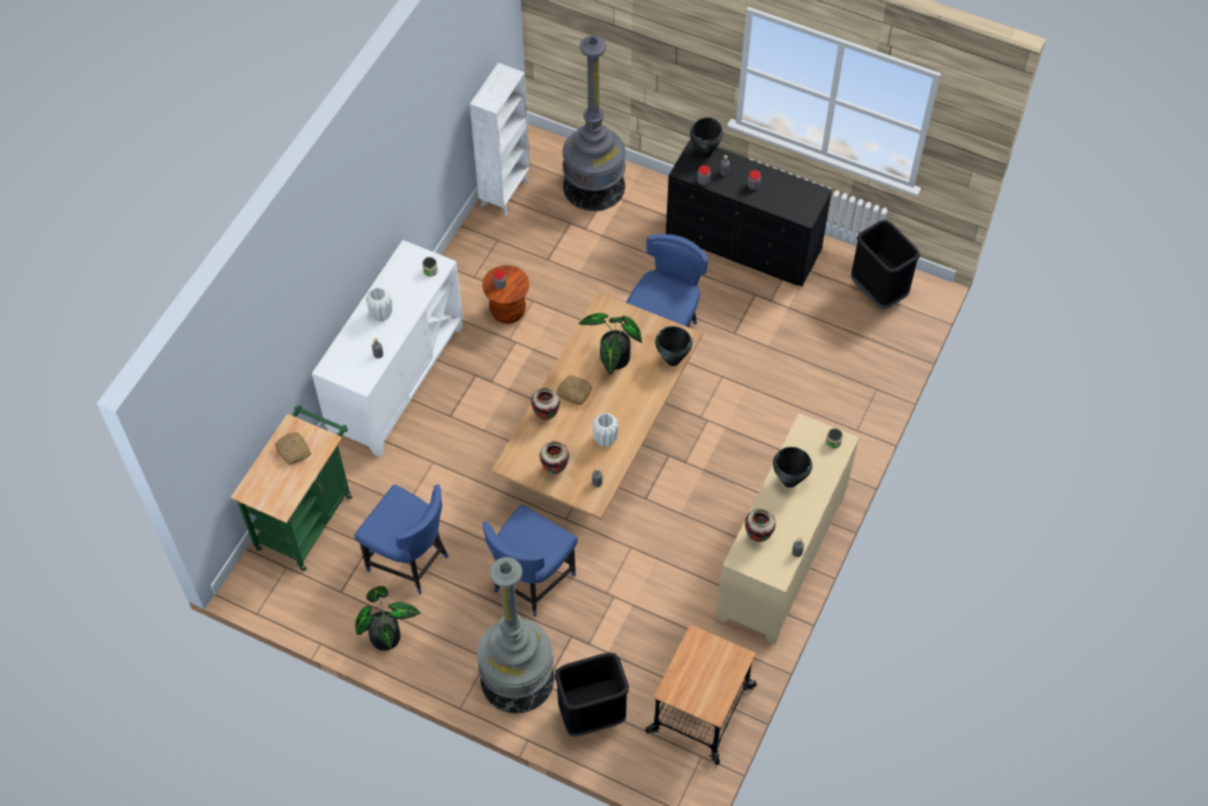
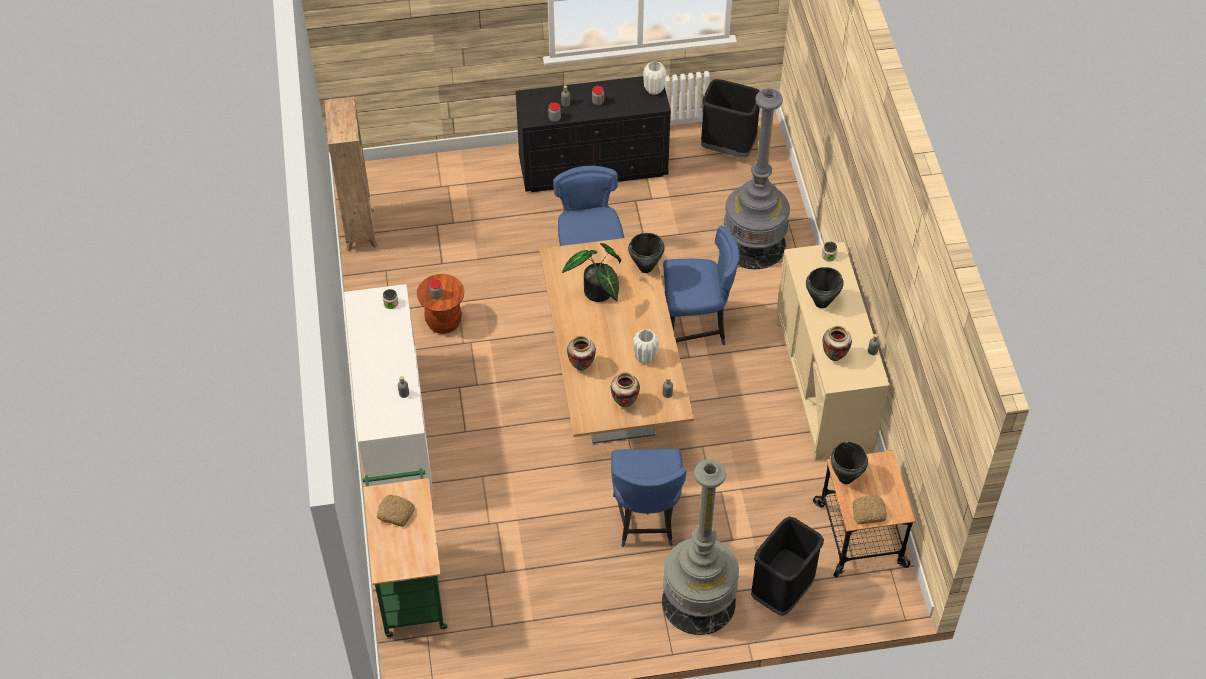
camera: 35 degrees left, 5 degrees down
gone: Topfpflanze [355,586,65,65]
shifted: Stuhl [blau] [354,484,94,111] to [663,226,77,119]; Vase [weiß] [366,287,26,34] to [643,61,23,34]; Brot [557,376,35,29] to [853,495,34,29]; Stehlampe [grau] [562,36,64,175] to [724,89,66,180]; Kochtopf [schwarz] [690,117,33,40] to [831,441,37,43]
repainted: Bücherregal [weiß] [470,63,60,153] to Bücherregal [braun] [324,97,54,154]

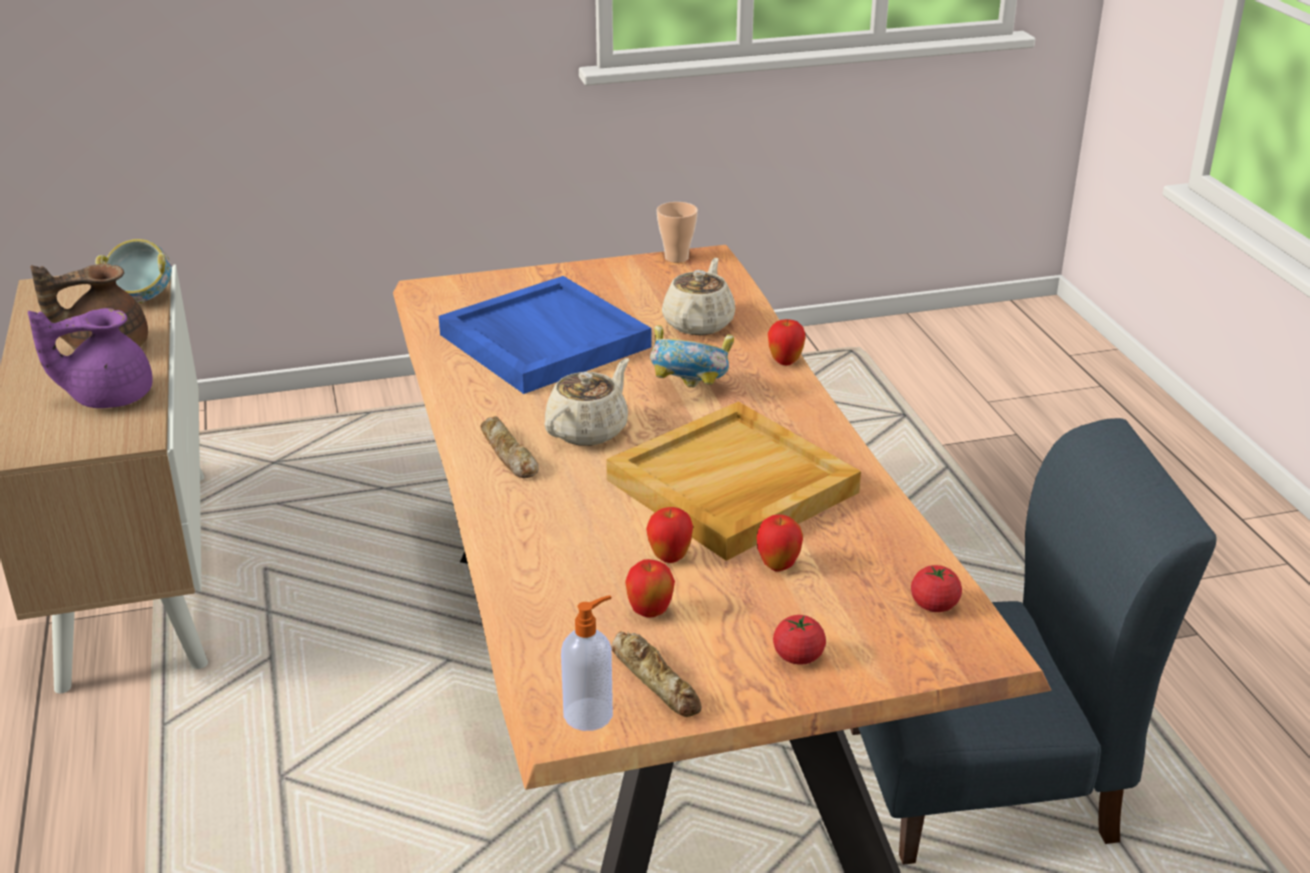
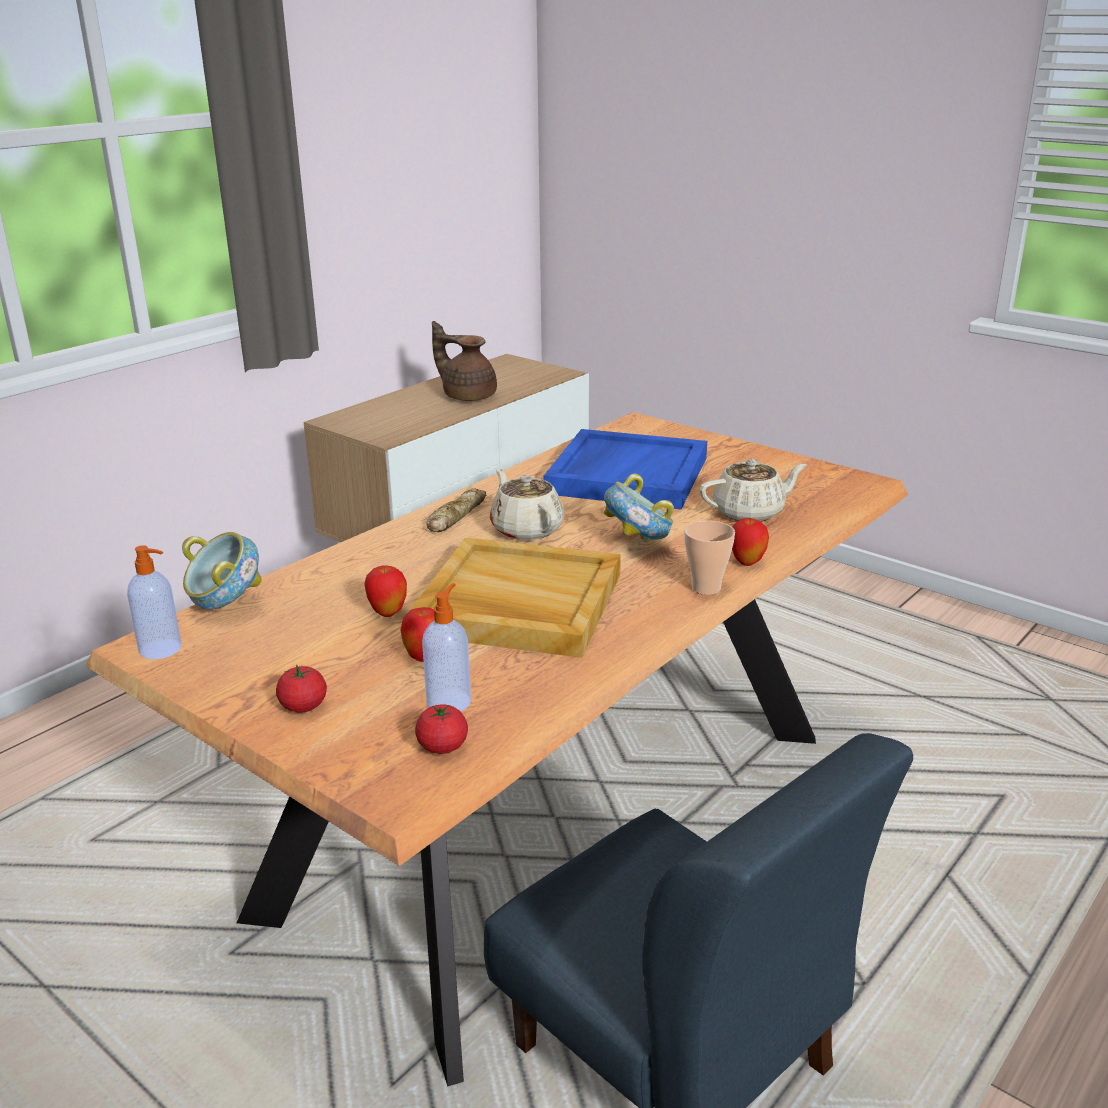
camera: 55 degrees right, 5 degrees down
gone: Teekanne [lila] [28,308,125,100]; Brot [611,631,91,86]; Apfel [625,559,50,58]
new: Seifenspender [422,583,49,129]
shifted: Schüssel [95,239,77,64] to [182,532,80,78]; Tasse [657,202,41,61] to [684,520,51,75]
rotated: Teekanne [beige] [544,358,85,88] = [490,467,74,73] 120 degrees counterclockwise

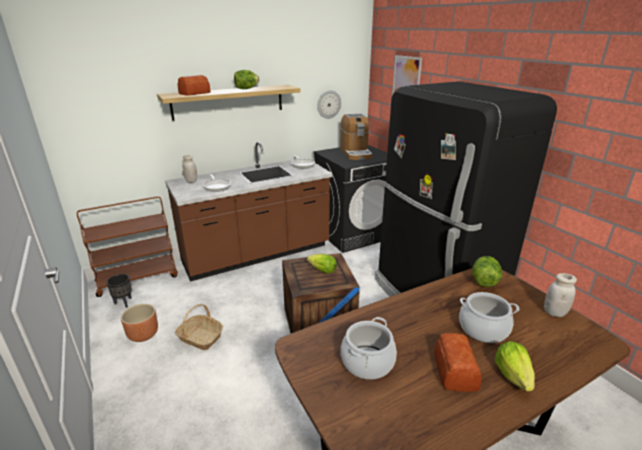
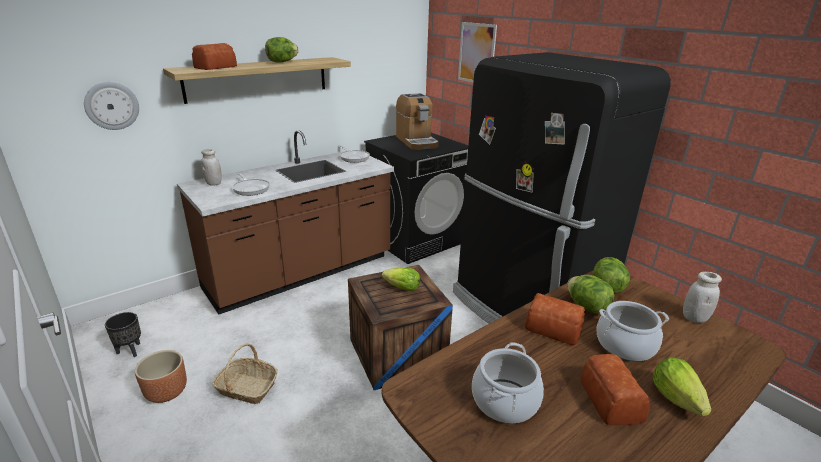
camera: 10 degrees left, 0 degrees up
gone: Rollwagen [braun] [77,196,101,101]
new: Brot [524,293,61,52]; Salatkopf [567,275,48,39]
shifted: Wanduhr [317,90,24,29] to [84,82,55,48]

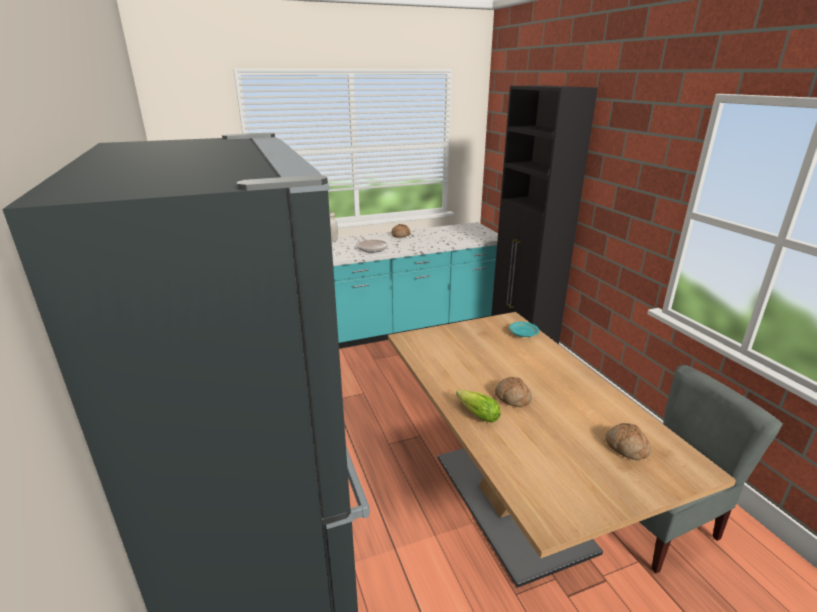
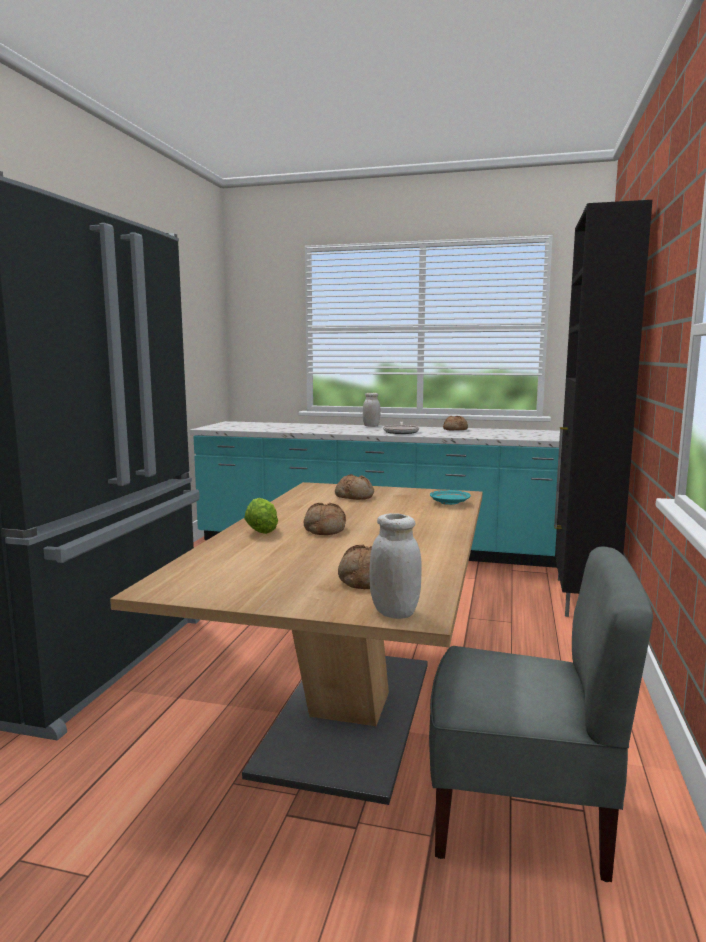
camera: 35 degrees right, 15 degrees down
new: Brot [335,474,39,26]; Vorratsglas [weiß] [370,513,52,106]

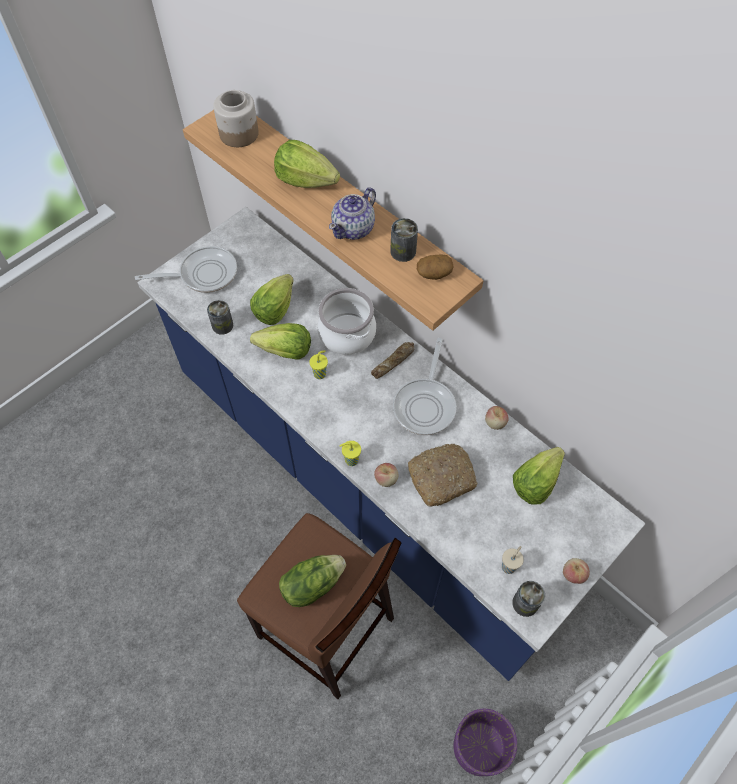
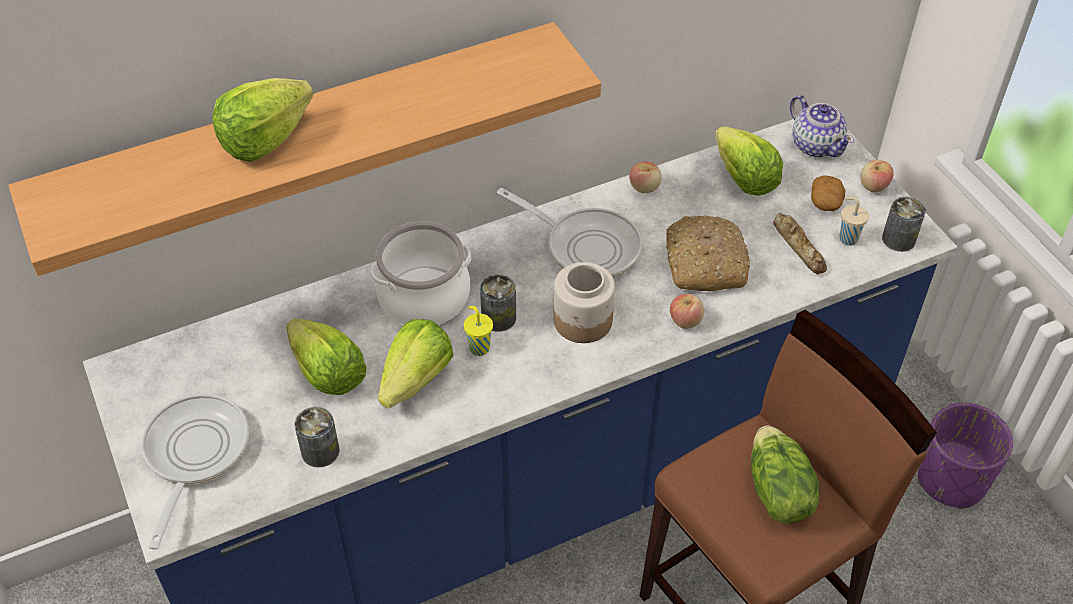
camera: 70 degrees left, 10 degrees down
gone: Tasse [gelb] [339,441,22,25]
shifted: Vorratsglas [213,90,46,57] to [553,262,62,81]; Teekanne [329,187,47,53] to [790,95,64,63]; Brot [371,342,43,37] to [773,213,54,61]; Dose [390,218,28,44] to [480,274,36,58]; Kartoffel [417,255,36,25] to [811,175,34,36]

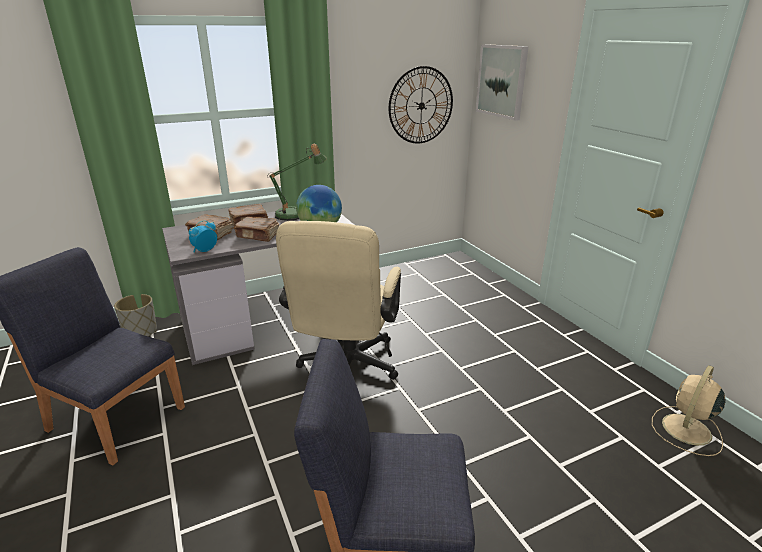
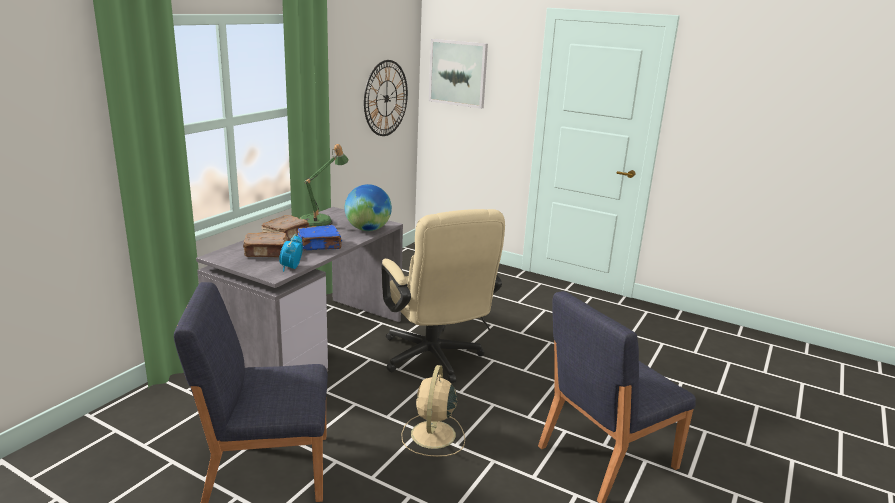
camera: 35 degrees left, 5 degrees down
gone: Pflanzkübel [grau] [114,294,43,42]
shifted: Ventilator [beige] [652,365,74,91] to [401,365,64,92]
repainted: Buch [braun] [233,217,46,25] to Buch [blau] [298,225,44,25]

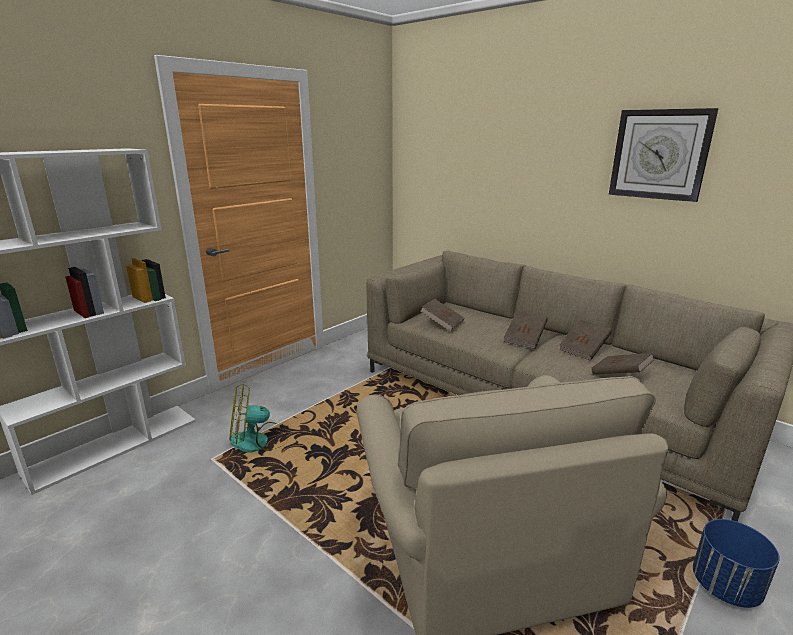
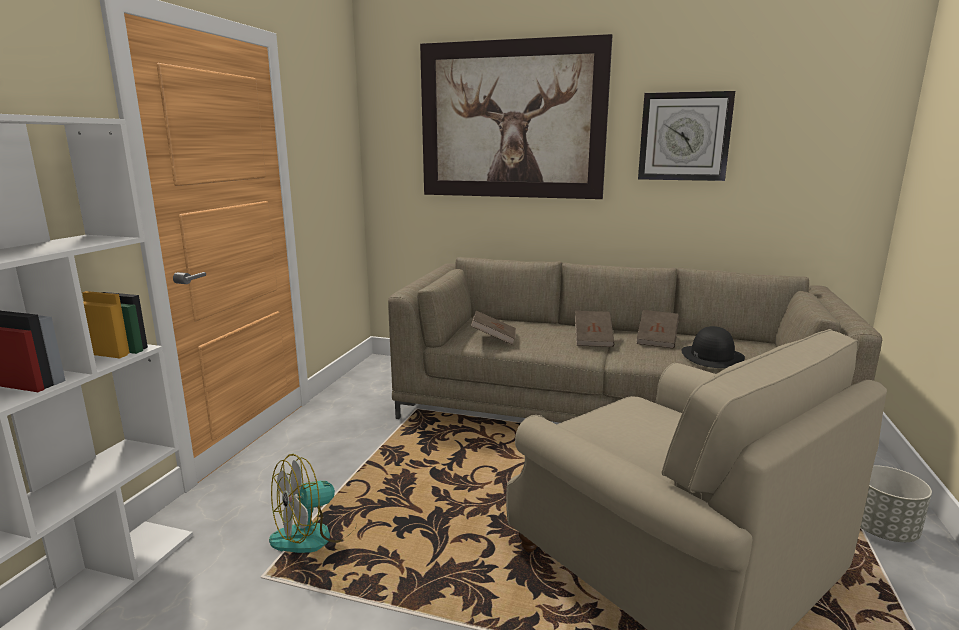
camera: 25 degrees left, 5 degrees down
new: Bild [420,34,193,165]
swapped: Buch [braun] [591,353,64,21] to Hut [schwarz] [681,326,64,42]
repainted: Pflanzkübel [blau] [693,519,87,89] to Pflanzkübel [grau] [860,465,72,77]

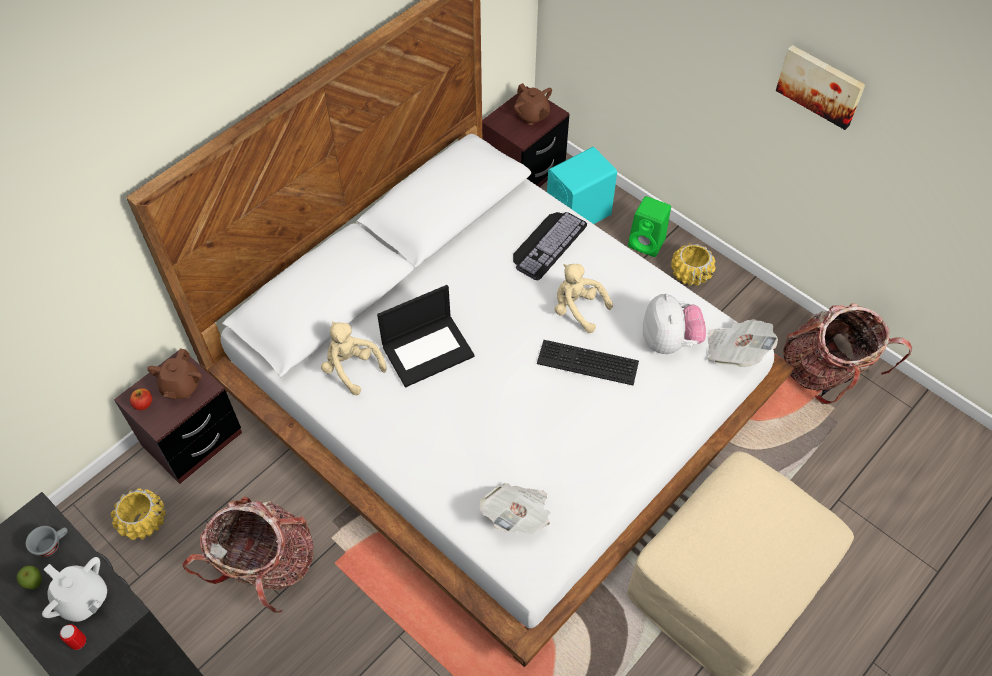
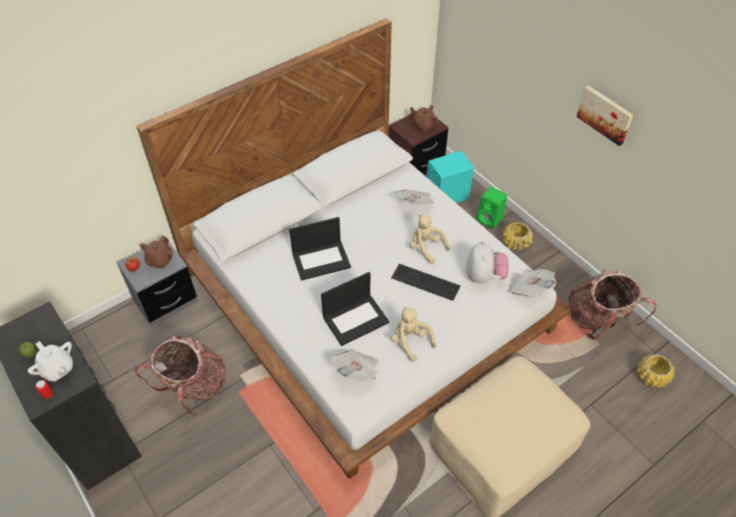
camera: 10 degrees right, 5 degrees down
gone: Tasse [grau] [26,526,42,31]
new: Laptop [321,272,68,74]
shifted: Pflanzkübel [gelb] [111,488,55,52] to [637,353,38,35]; Plüschtier [beige] [321,321,66,74] to [390,306,46,56]
swapped: Tastatur [513,212,74,68] to Zeitung [394,189,39,16]
repainted: Nachttisch [braun] [114,348,128,136] to Nachttisch [grau] [117,242,81,85]
rotated: Teekanne [braun] [514,83,38,42] = [410,105,29,27] 150 degrees clockwise

